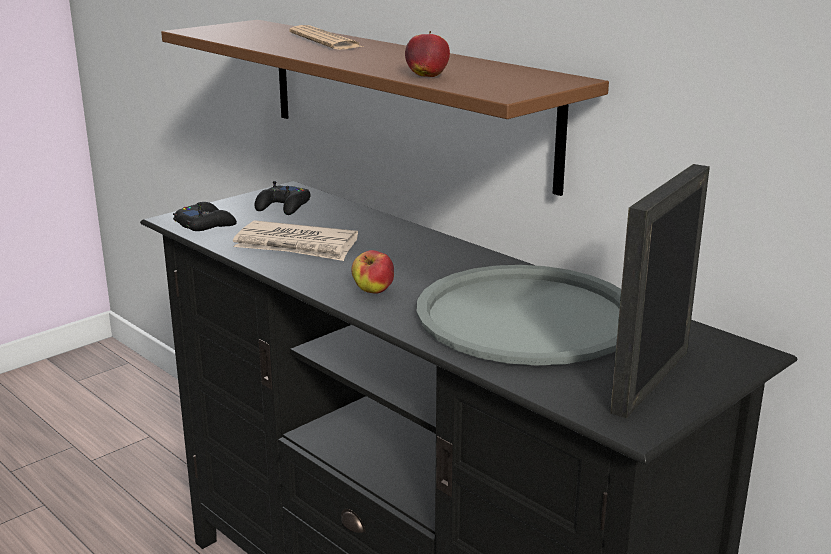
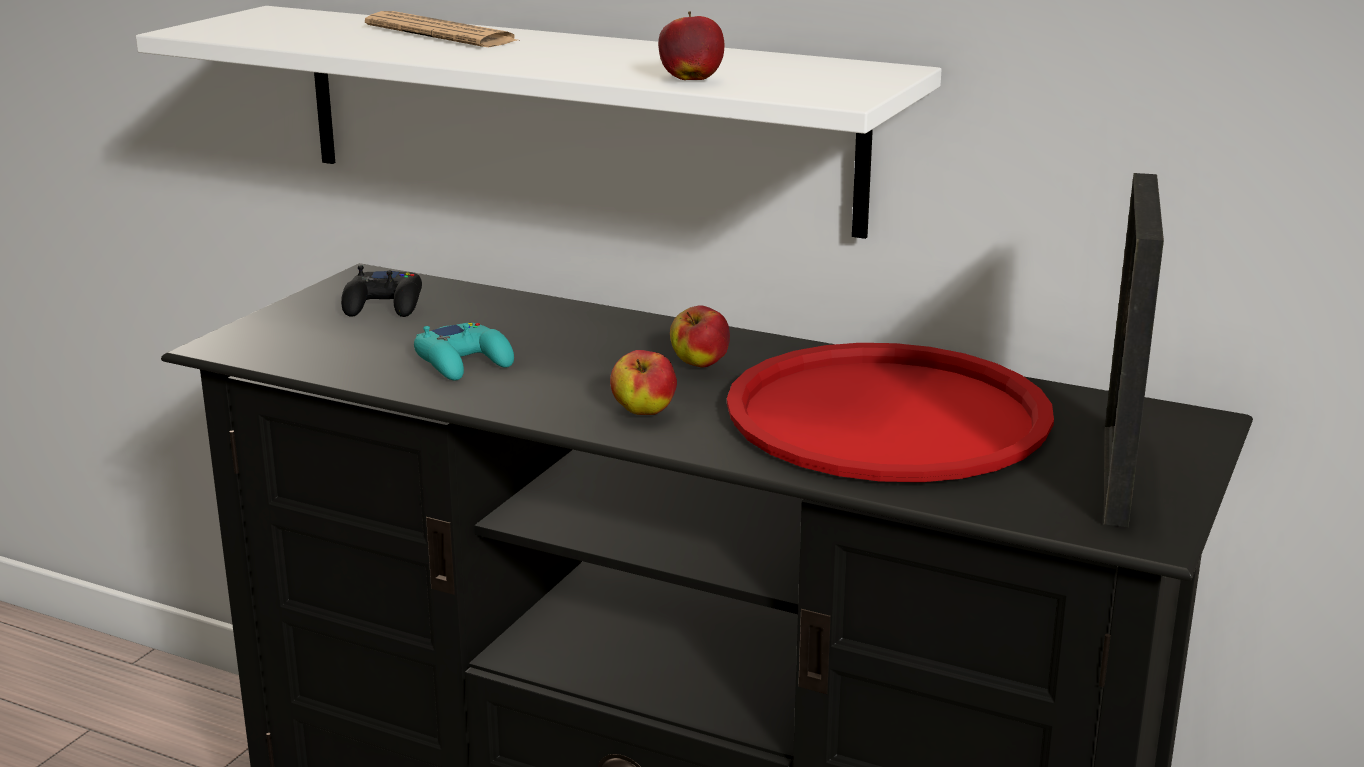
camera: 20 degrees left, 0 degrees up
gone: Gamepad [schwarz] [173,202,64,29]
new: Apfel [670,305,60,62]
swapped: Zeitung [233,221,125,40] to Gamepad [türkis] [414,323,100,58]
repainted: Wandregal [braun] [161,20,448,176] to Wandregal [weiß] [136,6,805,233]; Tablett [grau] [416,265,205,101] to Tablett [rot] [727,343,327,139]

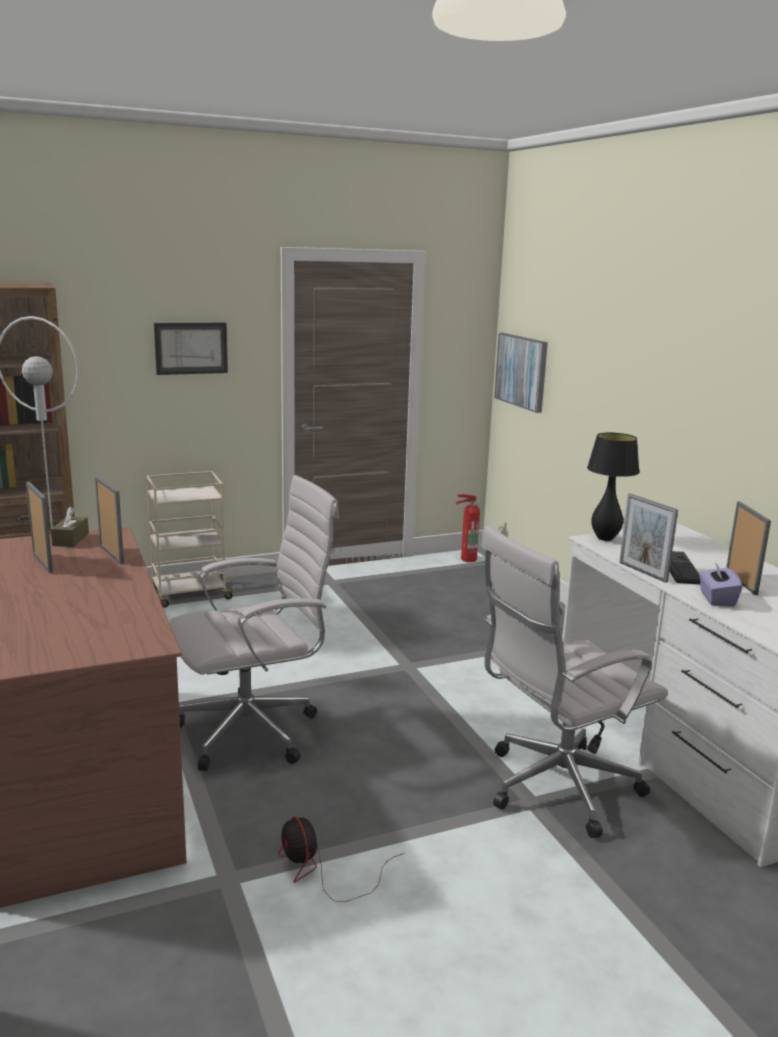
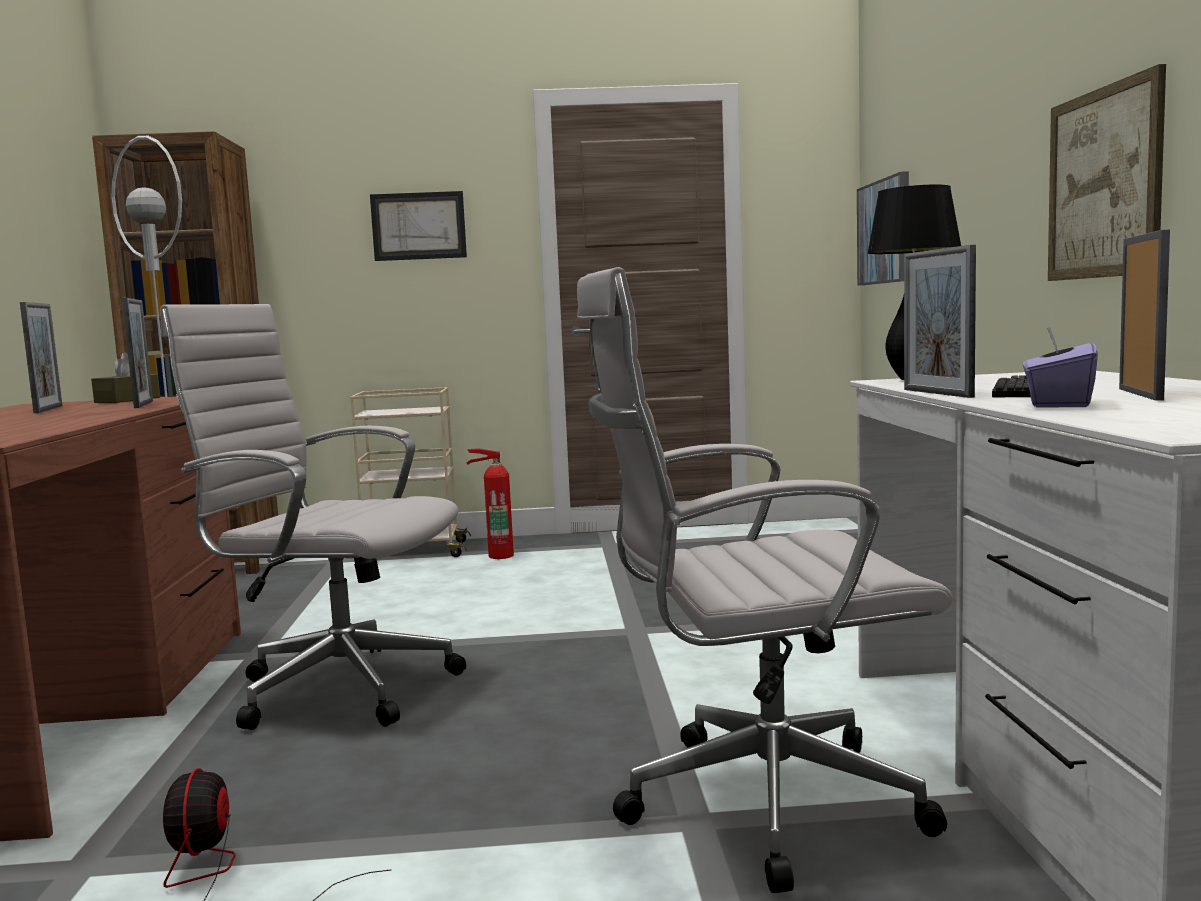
camera: 20 degrees right, 10 degrees down
new: Bild [1048,64,118,217]
shifted: Feuerlöscher [455,494,25,68] to [467,449,47,110]
rotated: Bürostuhl [weiß] [169,475,170,296] = [160,304,306,426] 150 degrees counterclockwise

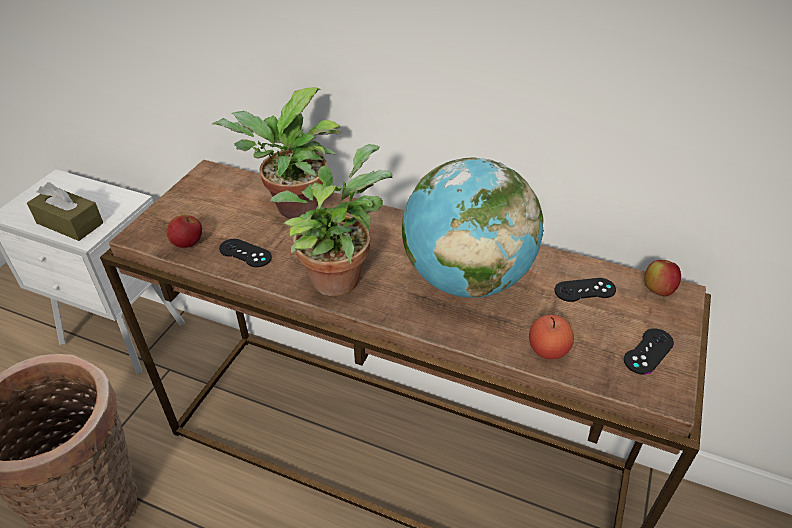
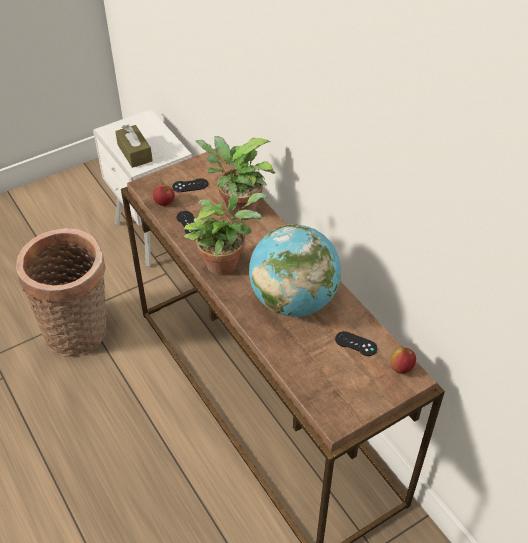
camera: 35 degrees right, 5 degrees up
gone: Apfel [529,315,45,44]
shifted: Gamepad [schwarz] [624,328,50,47] to [172,178,36,14]

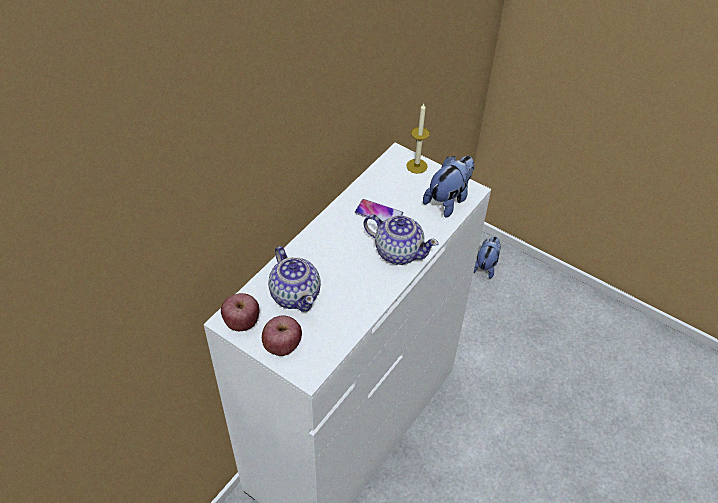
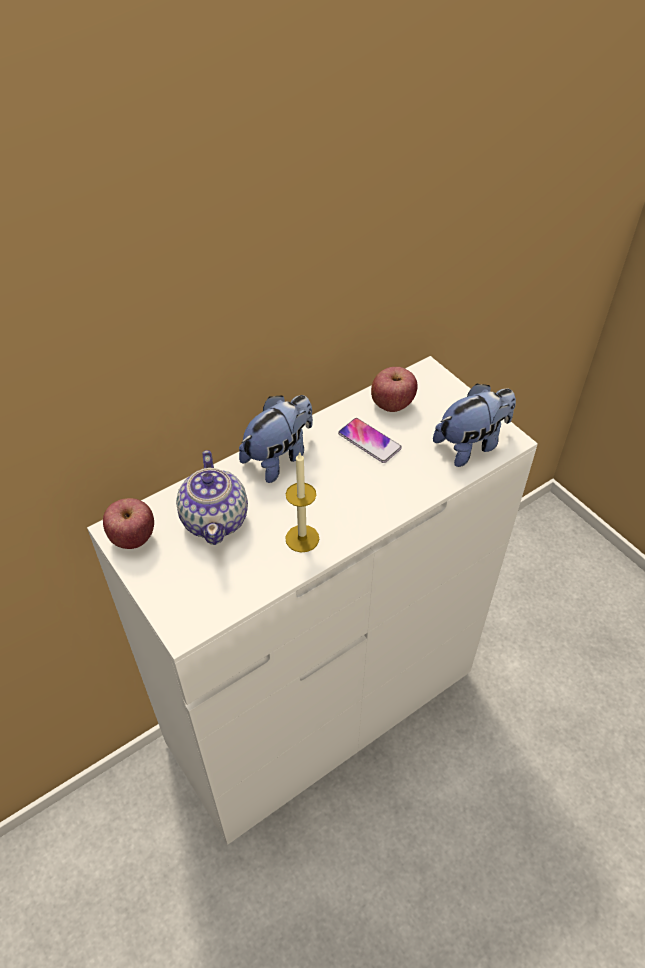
camera: 20 degrees right, 0 degrees up
gone: Teekanne [363,214,76,51]
shifted: Apfel [262,315,40,41] to [371,367,47,45]; Kerze [406,103,24,71] to [285,452,34,101]; Plüschtier [474,236,27,43] to [239,395,74,88]

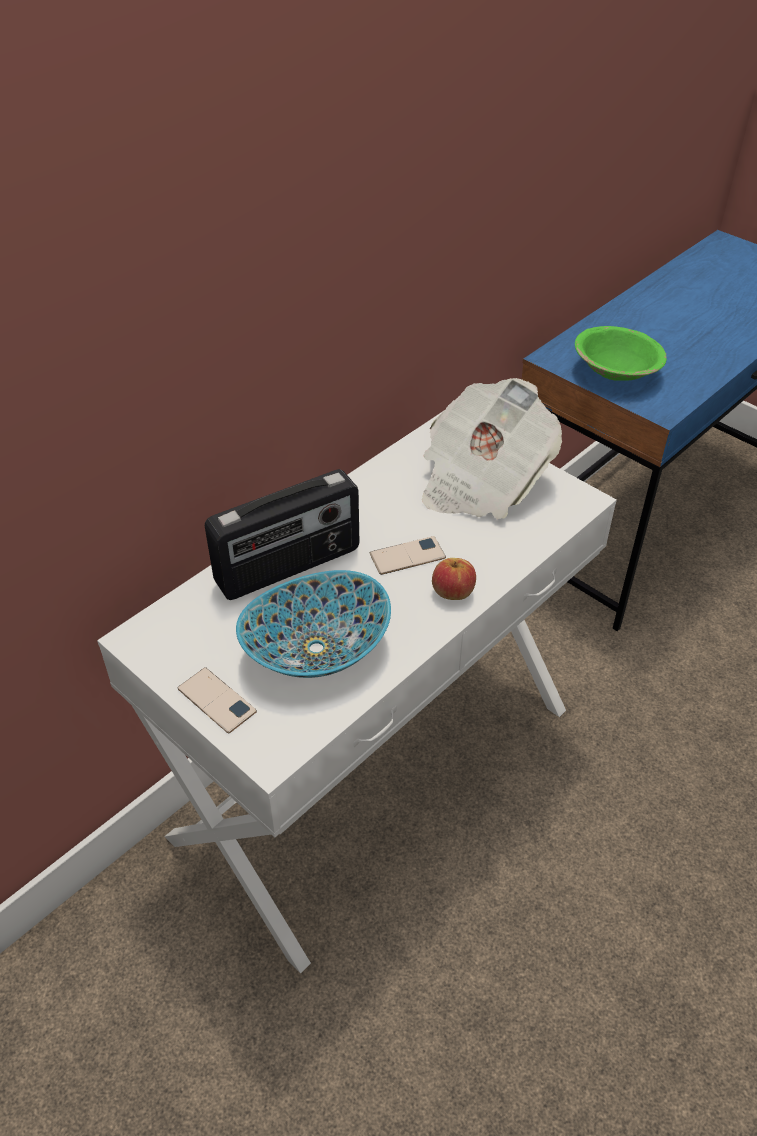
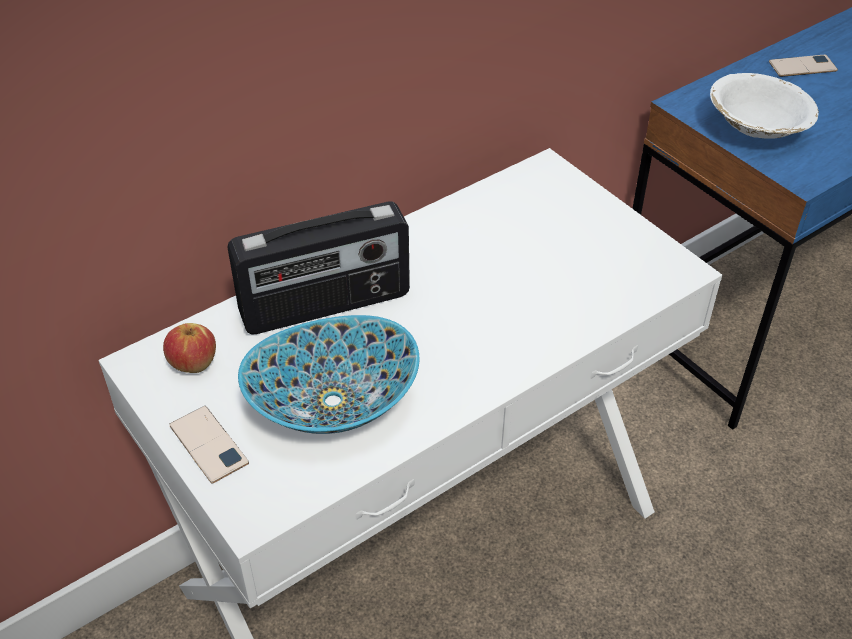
camera: 10 degrees right, 0 degrees up
gone: Zeitung [422,378,140,141]
shifted: Handy [370,536,76,39] to [769,55,69,22]; Apfel [432,558,44,42] to [163,323,53,50]
repainted: Schüssel [grün] [575,326,92,55] to Schüssel [weiß] [710,73,109,66]

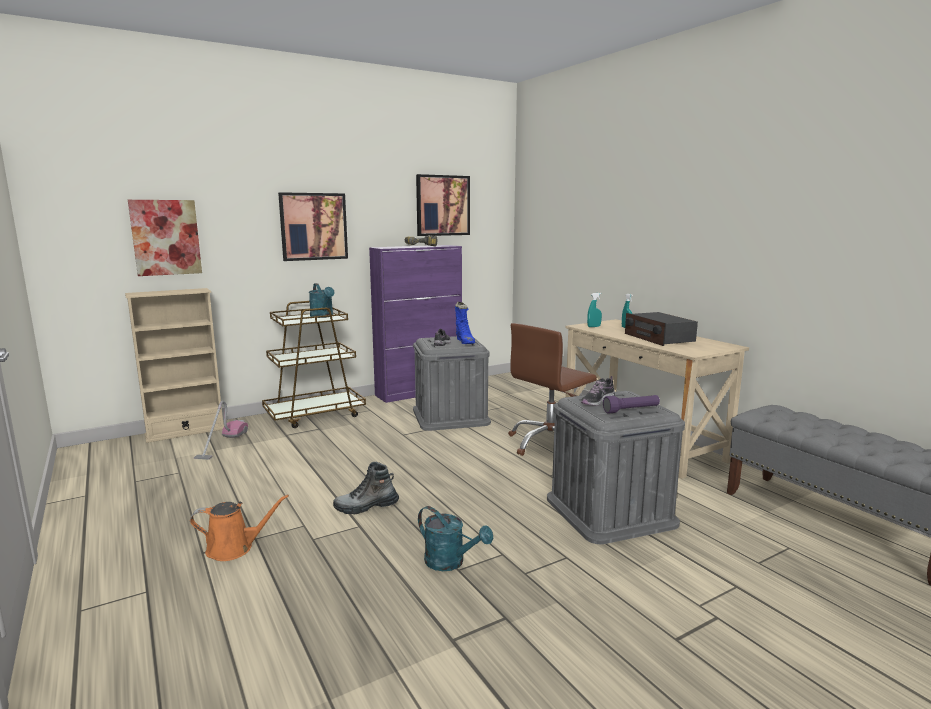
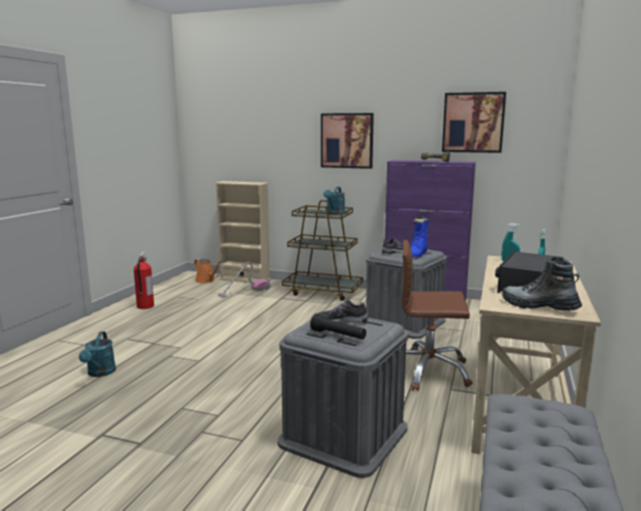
camera: 50 degrees right, 0 degrees up
gone: Bild [128,200,74,76]
new: Feuerlöscher [134,251,20,58]
shifted: Gießkanne [orange] [190,495,99,66] to [194,259,28,24]; Stiefel [333,462,66,52] to [502,257,80,54]; Gießkanne [türkis] [418,506,75,65] to [79,331,37,46]
repainted: Taschenlampe [lila] [603,395,57,19] to Taschenlampe [schwarz] [310,313,56,26]

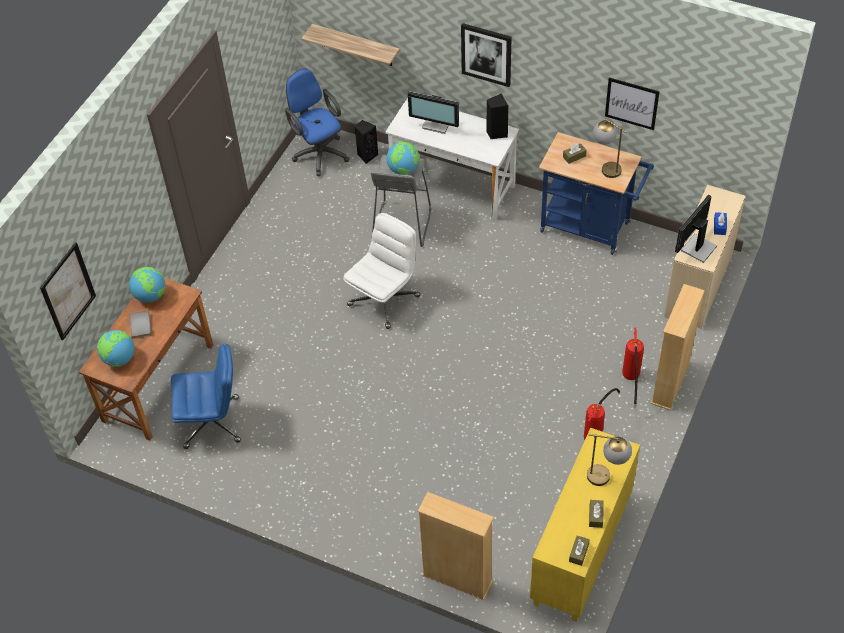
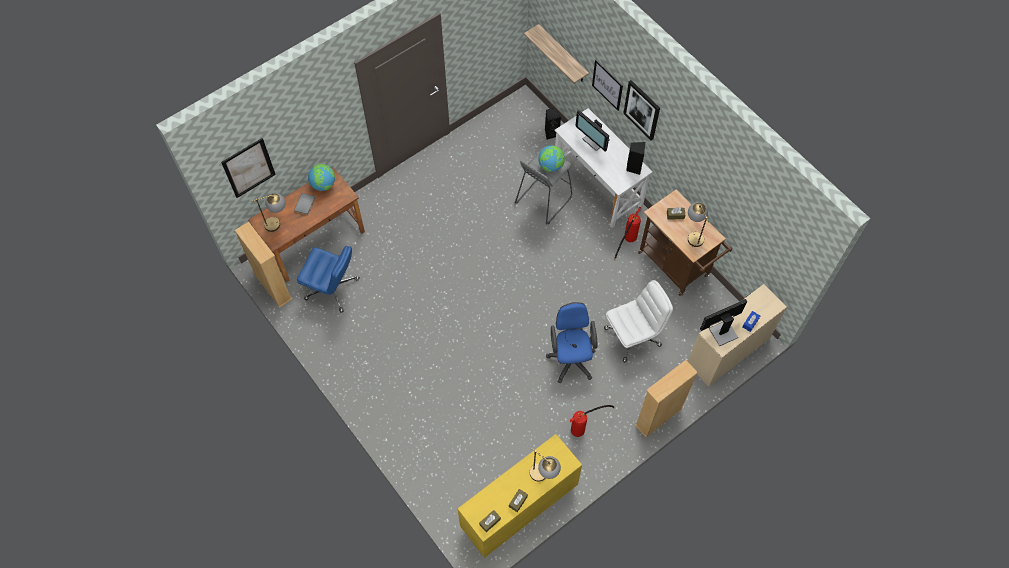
camera: 25 degrees right, 10 degrees up
shifted: Bürostuhl [blau] [285,68,65,108] to [546,302,51,81]; Bürostuhl [weiß] [343,213,77,116] to [604,280,69,82]; Bücherregal [beige] [418,492,76,108] to [235,222,57,86]; Bild [605,78,55,52] to [592,60,31,51]; Feuerlöscher [622,328,22,80] to [614,207,27,54]
swapped: Globus [97,330,38,37] to Tischlampe [252,193,33,39]
repainted: Rollwagen [blau] [539,132,115,123] to Rollwagen [braun] [638,190,94,106]

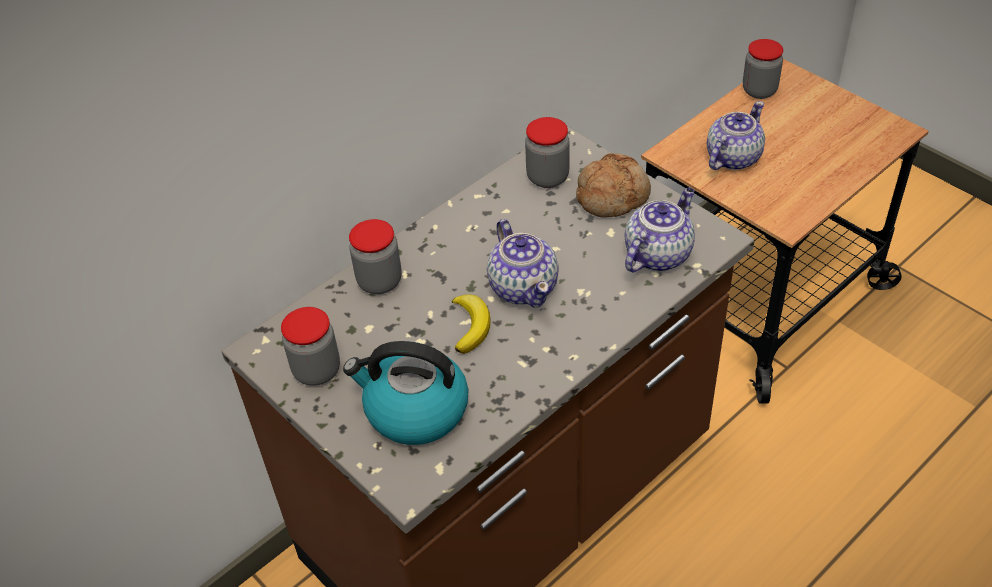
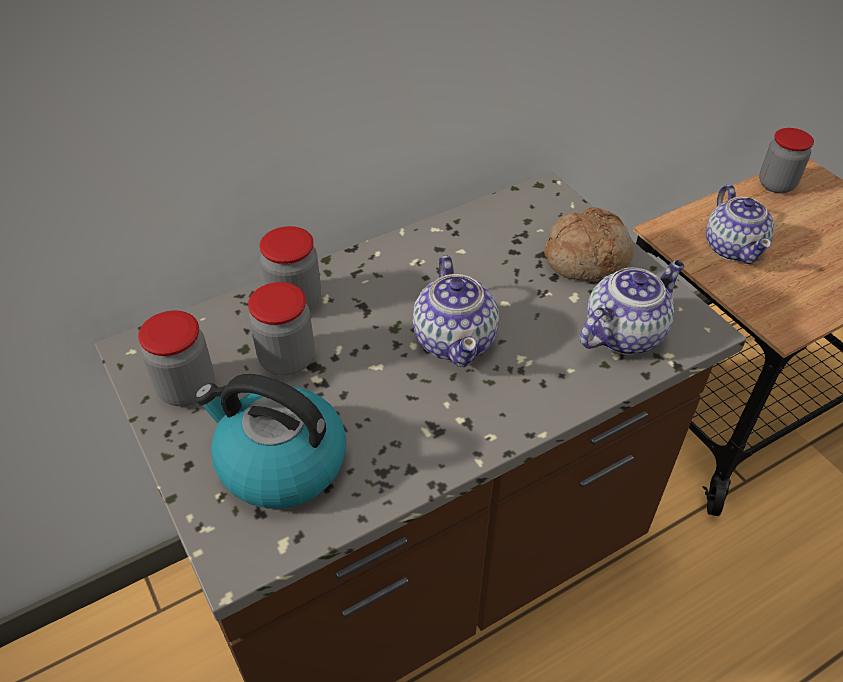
camera: 10 degrees right, 0 degrees up
gone: Banane [452,294,38,60]
shifted: Vorratsglas [525,117,44,71] to [248,282,67,94]
rotated: Teekanne [707,101,58,69] = [706,185,69,79] 120 degrees clockwise

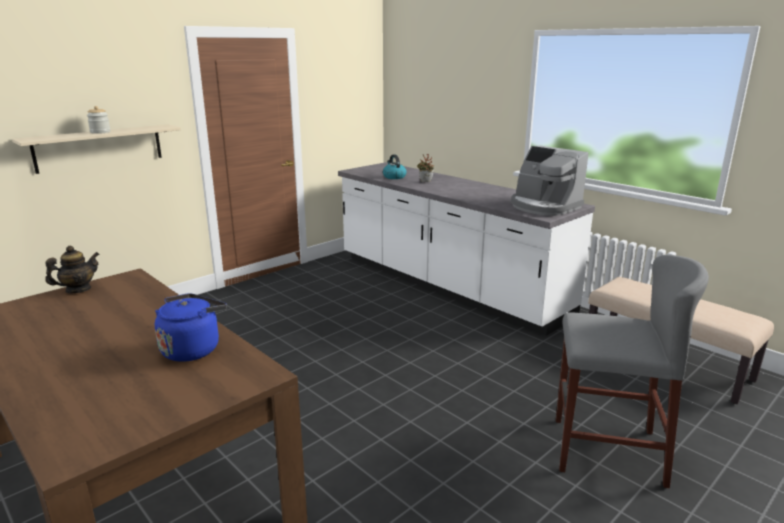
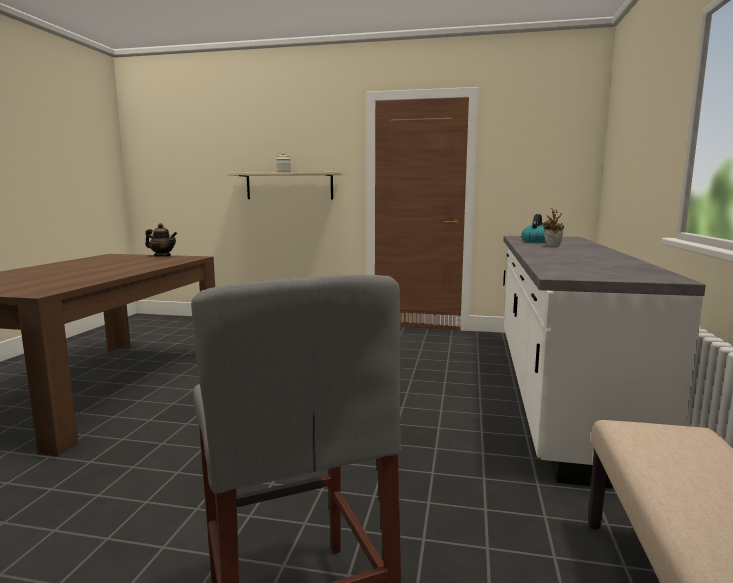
camera: 55 degrees right, 10 degrees down
gone: Wasserkessel [blau] [155,293,72,69]; Kaffeemaschine [511,146,78,70]

